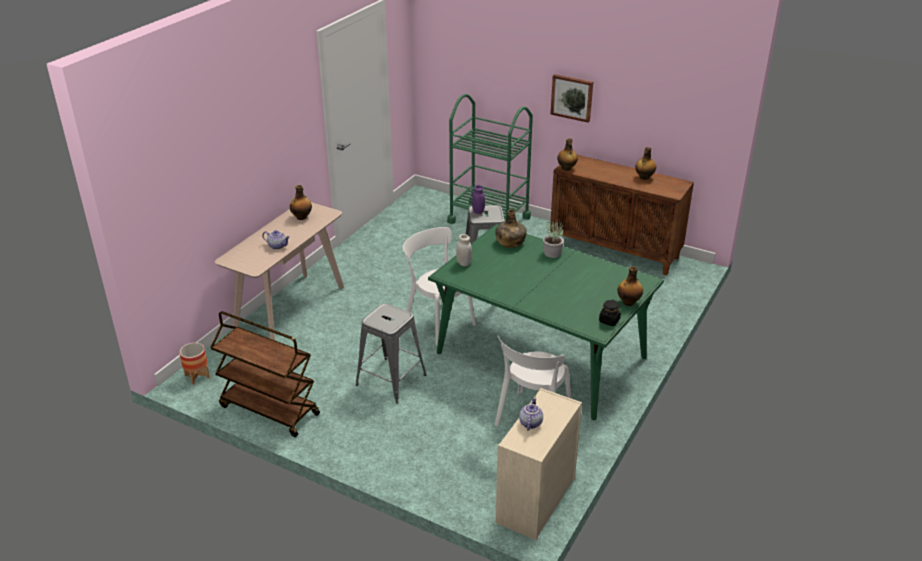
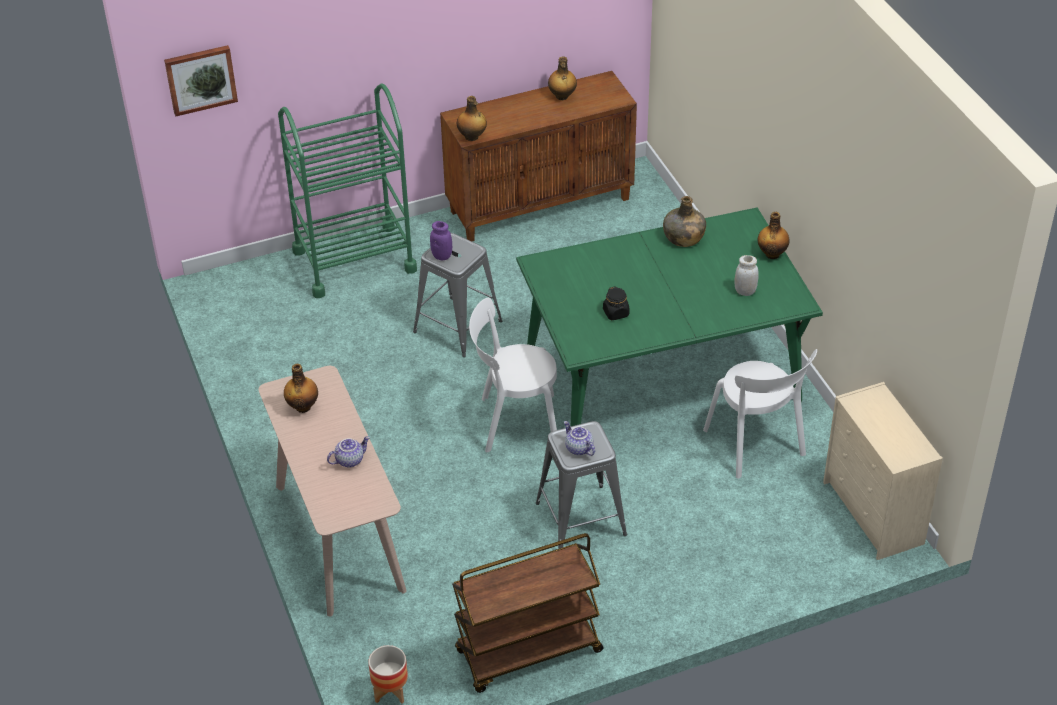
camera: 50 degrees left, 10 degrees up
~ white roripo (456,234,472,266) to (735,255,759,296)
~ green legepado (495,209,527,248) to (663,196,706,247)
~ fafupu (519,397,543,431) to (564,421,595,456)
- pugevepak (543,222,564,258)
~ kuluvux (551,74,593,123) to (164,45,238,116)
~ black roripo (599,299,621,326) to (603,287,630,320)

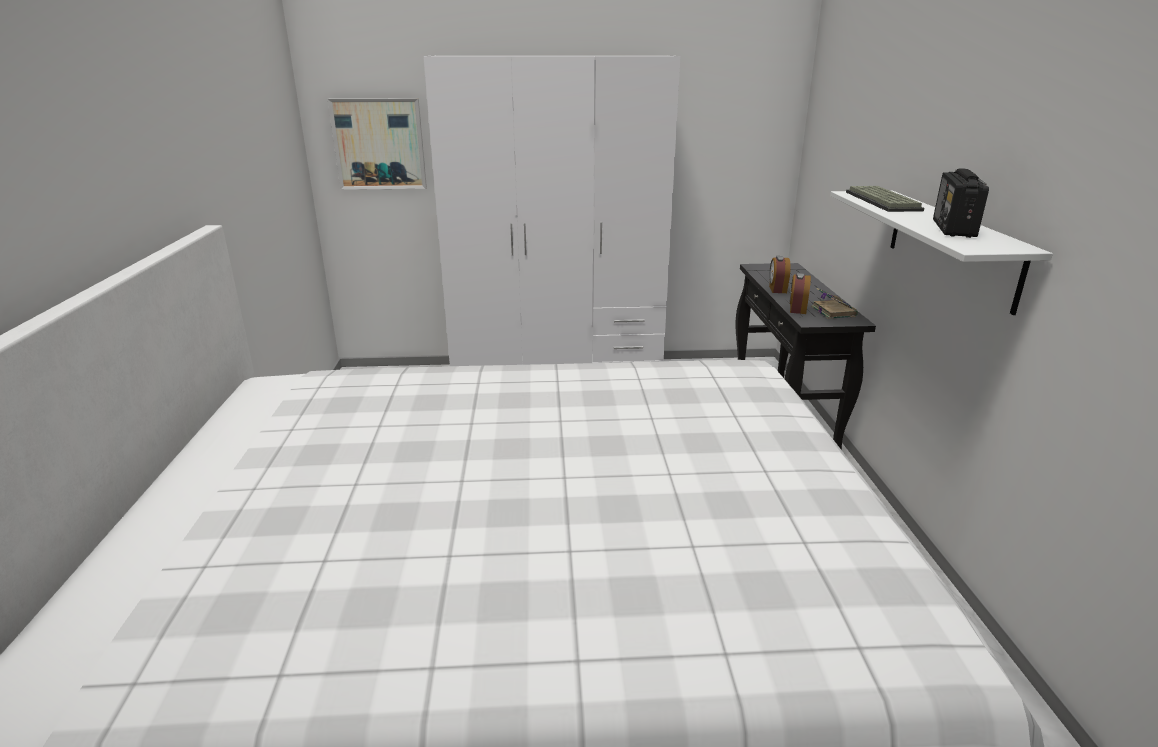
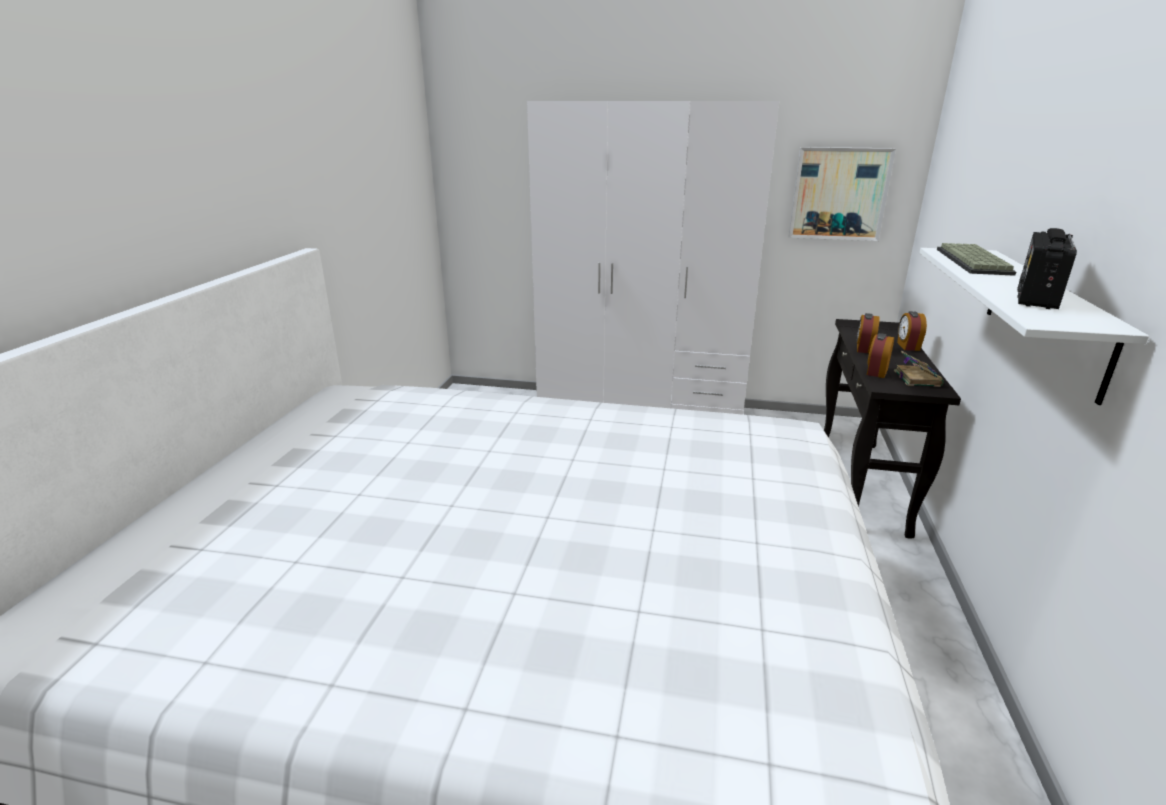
camera: 15 degrees right, 0 degrees up
~ kuluvux (328,98,427,190) to (788,147,896,241)
+ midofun (897,311,927,351)

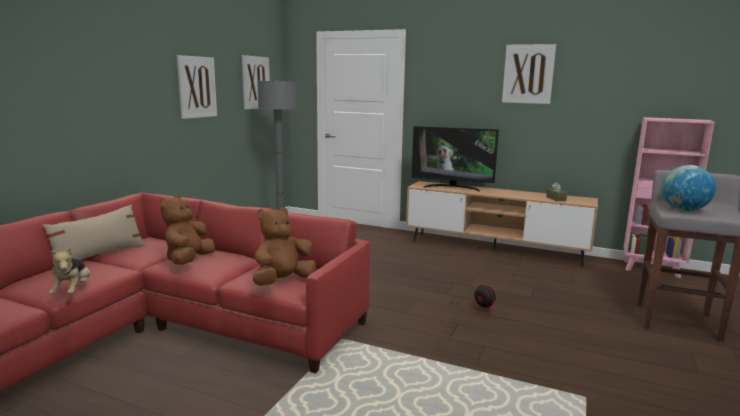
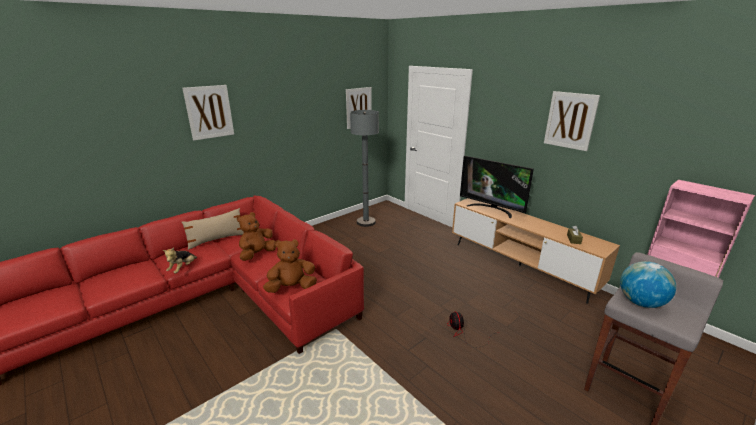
camera: 25 degrees right, 10 degrees up
~ kuluvux (177,55,217,119) to (182,85,234,141)

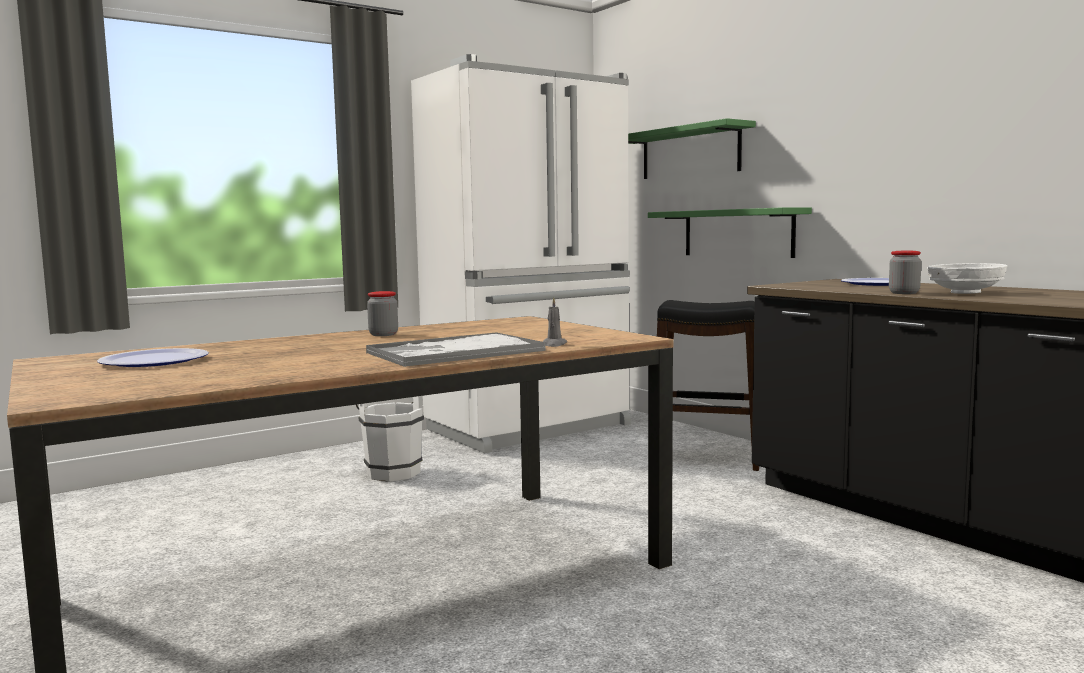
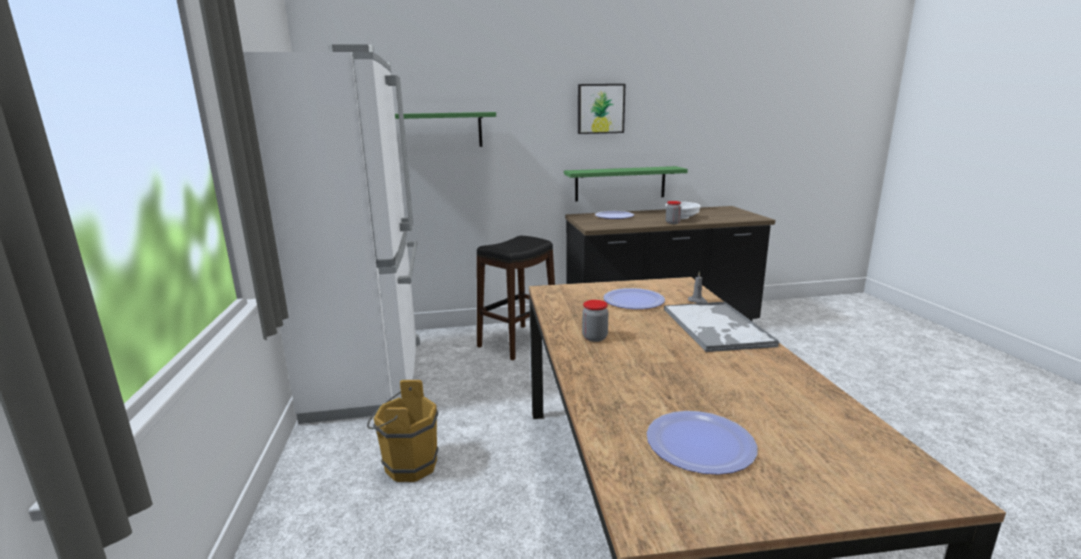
camera: 65 degrees left, 10 degrees up
~ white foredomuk (356,396,424,481) to brown foredomuk (367,380,438,482)
~ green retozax (648,207,812,258) to (564,166,688,201)
+ kuluvux (578,84,625,134)
+ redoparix (603,288,665,309)

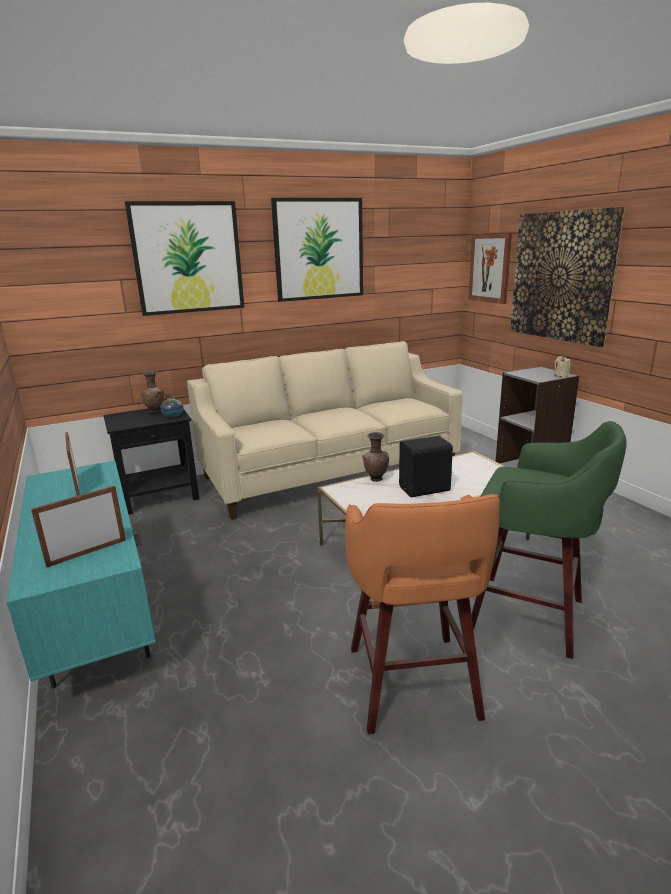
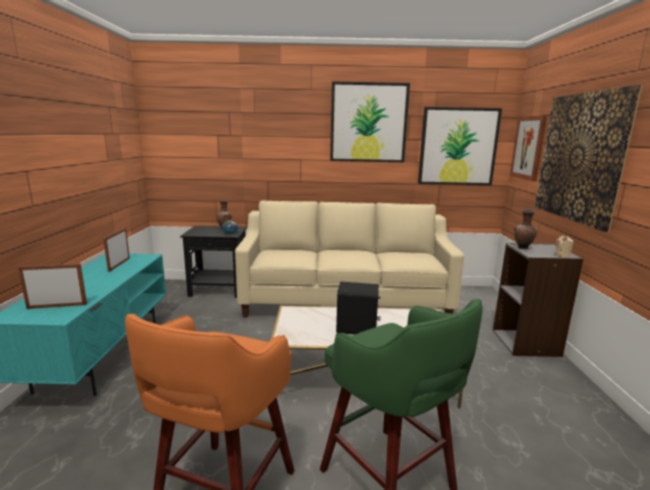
camera: 25 degrees right, 5 degrees down
~ kuluvux (125,201,244,316) to (418,107,502,185)
~ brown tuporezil (362,432,389,482) to (514,210,537,249)

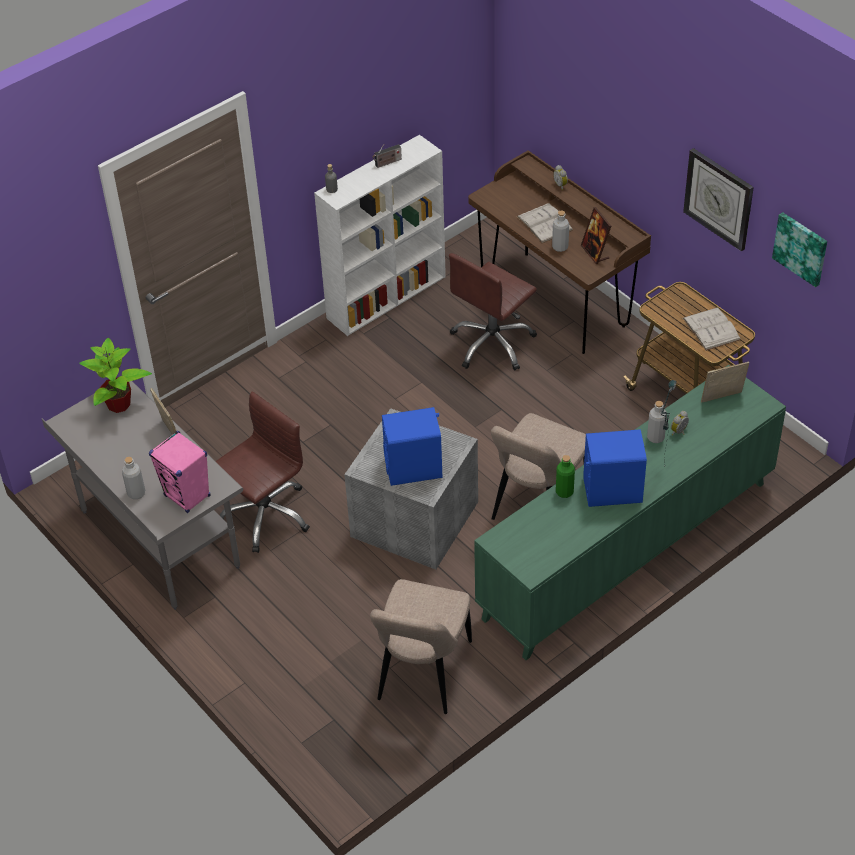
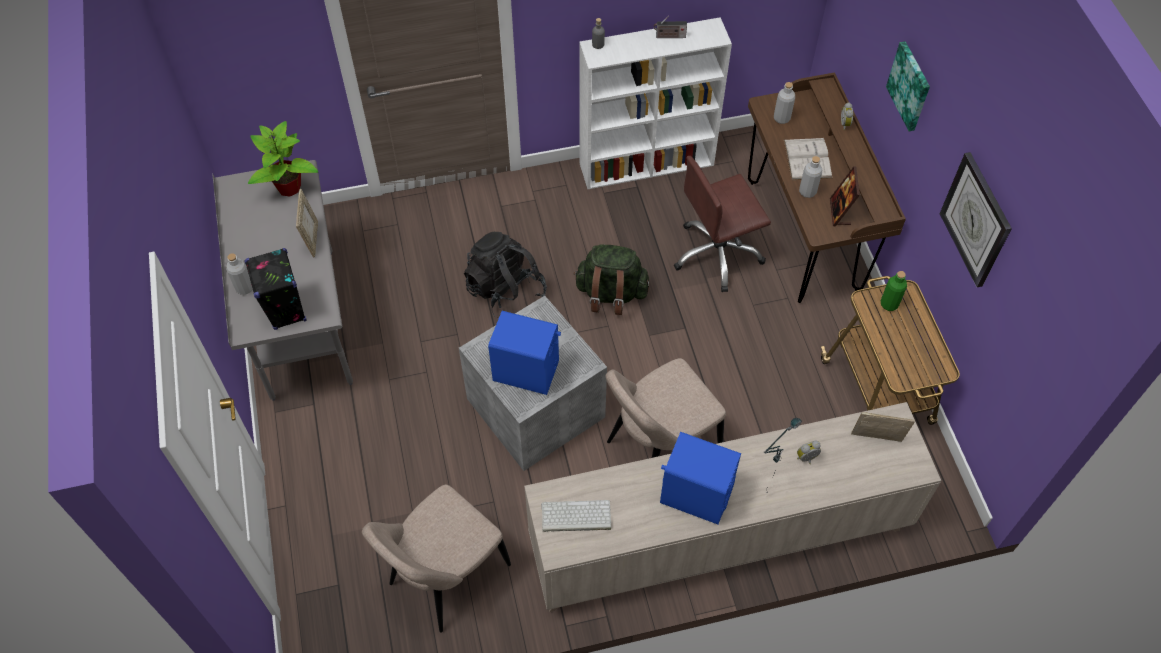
camera: 25 degrees right, 10 degrees up
~ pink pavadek (149,431,210,513) to black pavadek (244,248,307,330)
- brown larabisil (215,392,310,553)
~ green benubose (474,365,786,660) to beige benubose (524,402,941,612)
~ green legepado (556,455,575,498) to (881,271,907,311)
~ grey legepado (647,401,667,443) to (774,82,795,124)
- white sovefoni (683,307,741,351)
~ kuluvux (772,212,827,287) to (886,41,930,131)
+ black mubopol (464,232,547,319)
+ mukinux (542,500,611,532)
+ green mubopol (574,245,650,315)

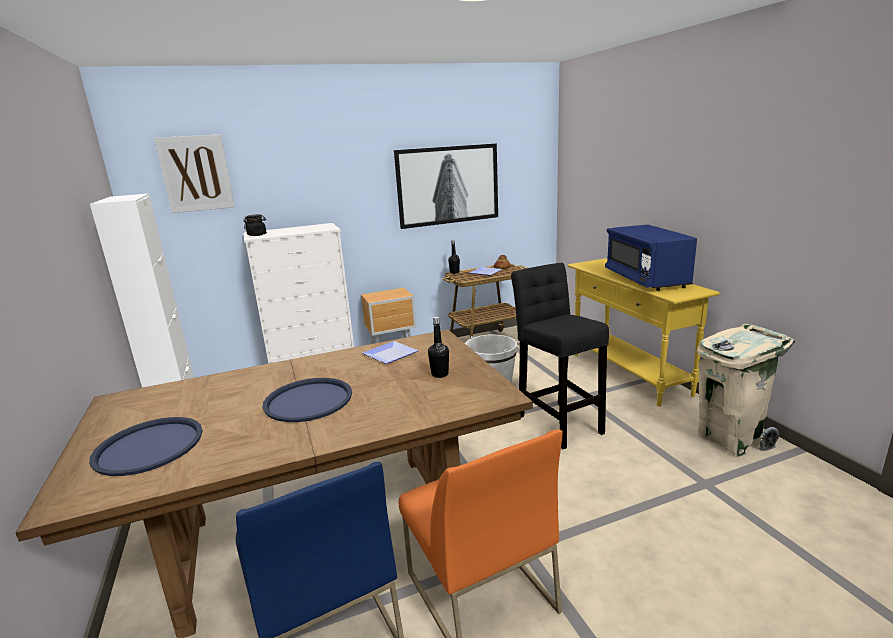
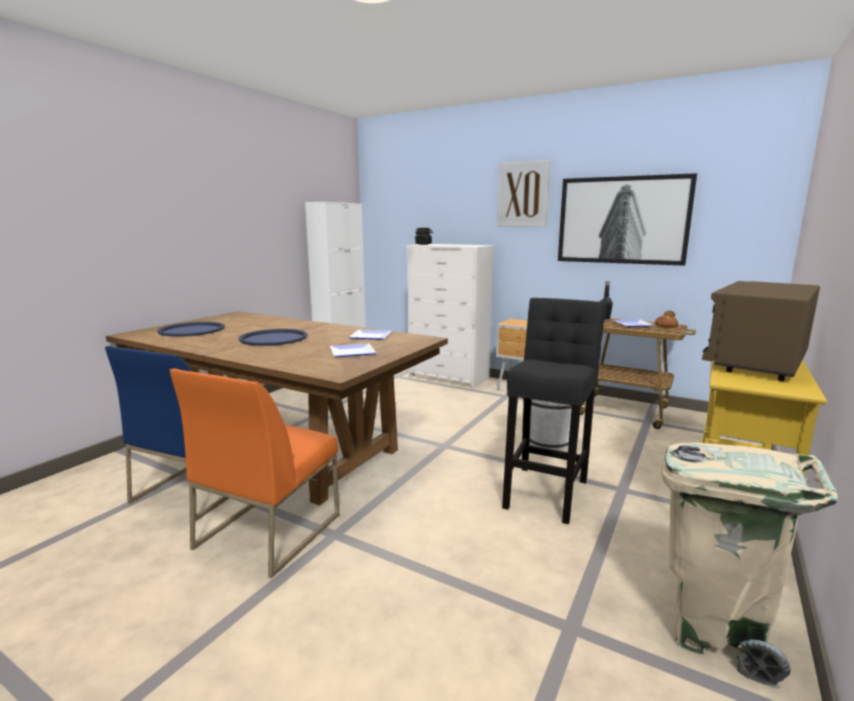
camera: 50 degrees right, 5 degrees down
~ kuluvux (154,134,235,213) to (497,160,551,227)
~ black legepado (428,317,449,378) to redoparix (330,343,376,357)
~ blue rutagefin (605,225,697,291) to brown rutagefin (702,281,820,381)

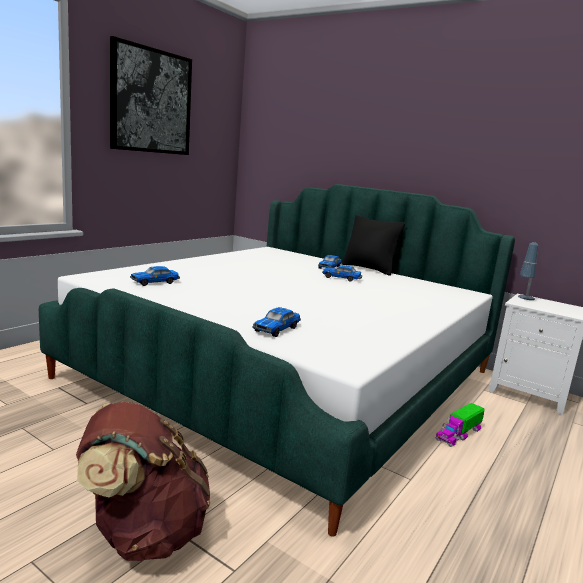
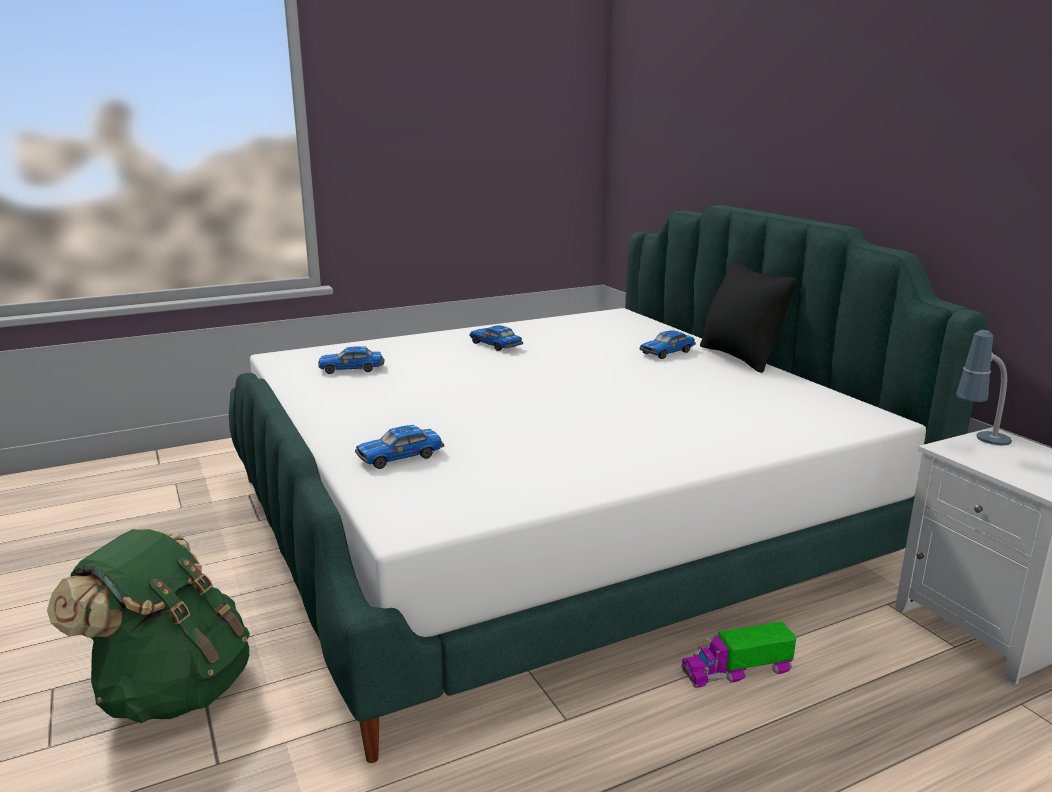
camera: 30 degrees right, 5 degrees up
~ brown mubopol (76,402,210,561) to green mubopol (47,528,250,723)
- kuluvux (110,36,192,155)
~ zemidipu (322,265,362,282) to (469,325,523,351)

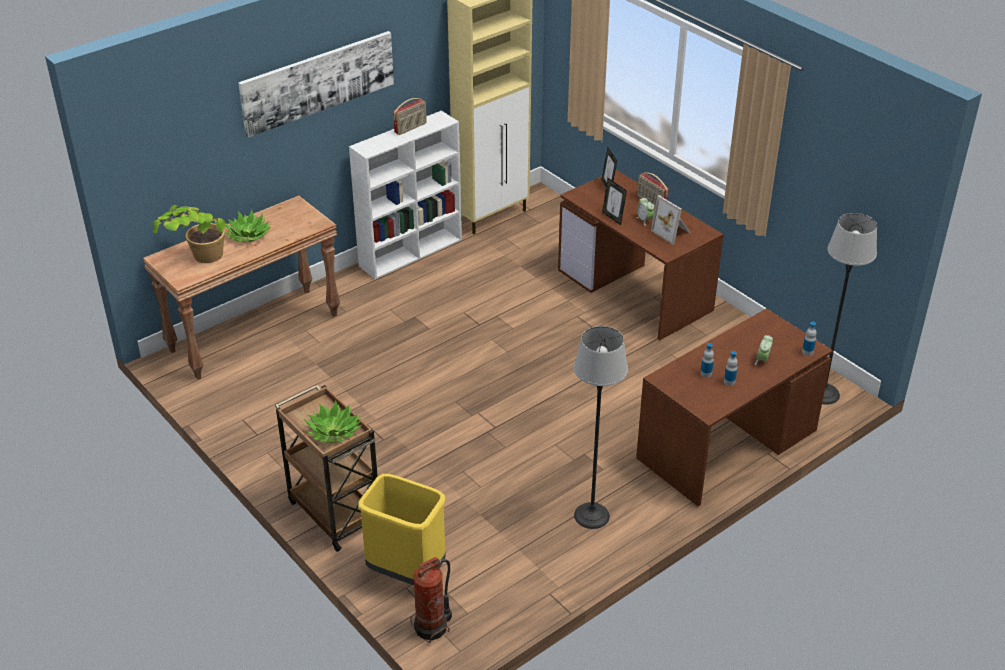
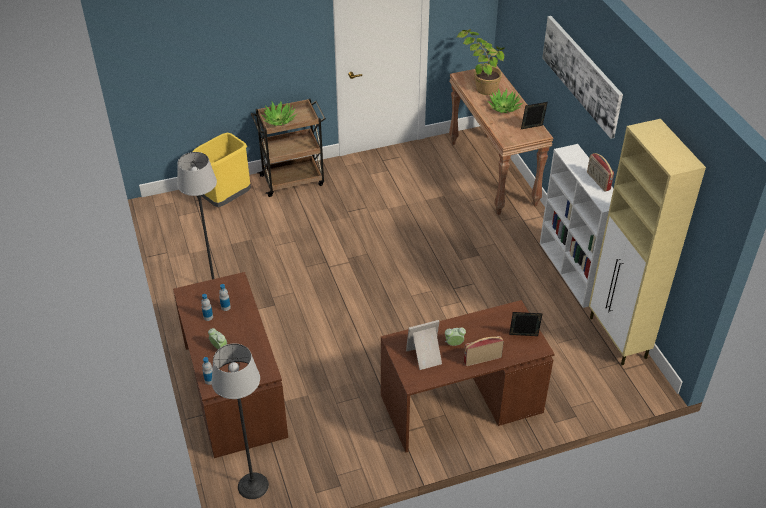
camera: 110 degrees right, 5 degrees up
- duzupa (410,557,452,644)
~ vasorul (602,178,627,225) to (521,102,548,129)

